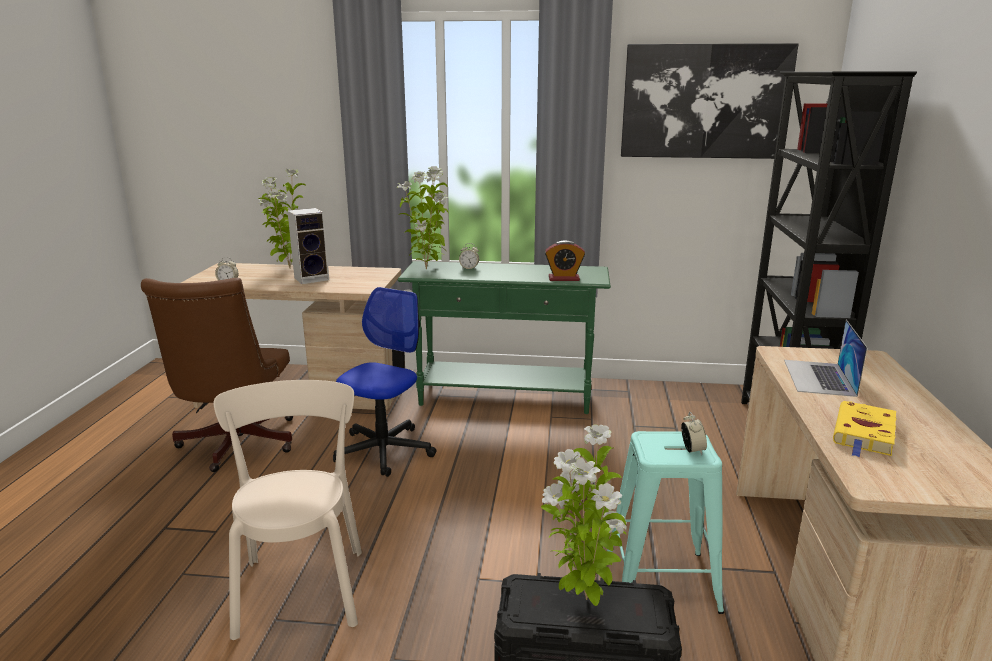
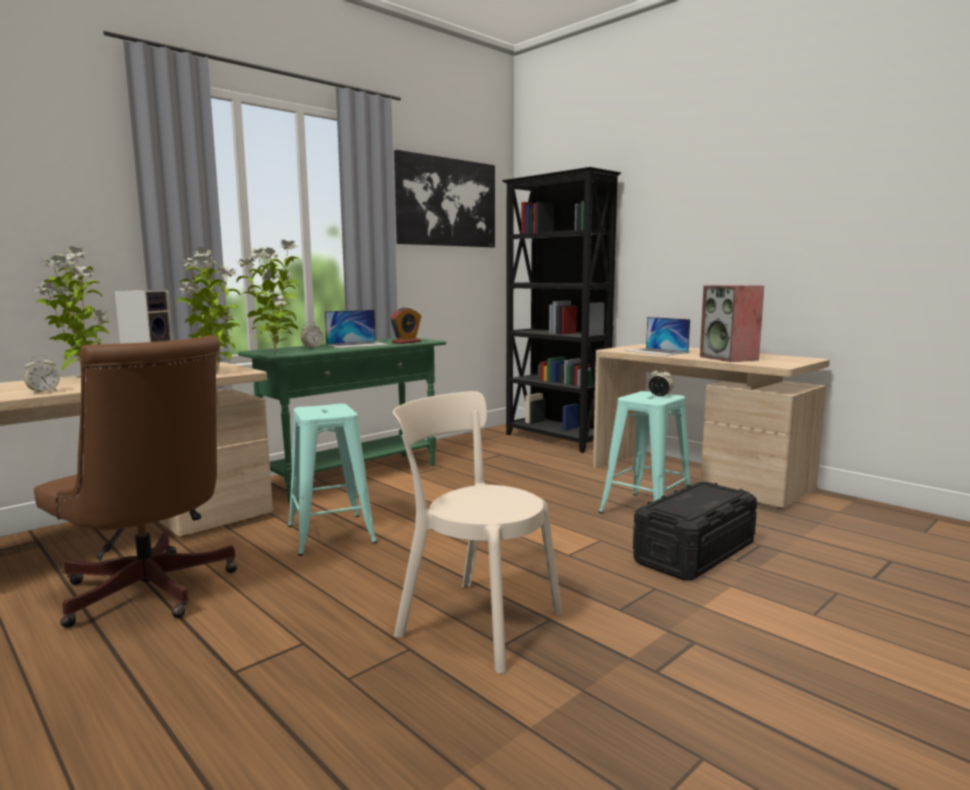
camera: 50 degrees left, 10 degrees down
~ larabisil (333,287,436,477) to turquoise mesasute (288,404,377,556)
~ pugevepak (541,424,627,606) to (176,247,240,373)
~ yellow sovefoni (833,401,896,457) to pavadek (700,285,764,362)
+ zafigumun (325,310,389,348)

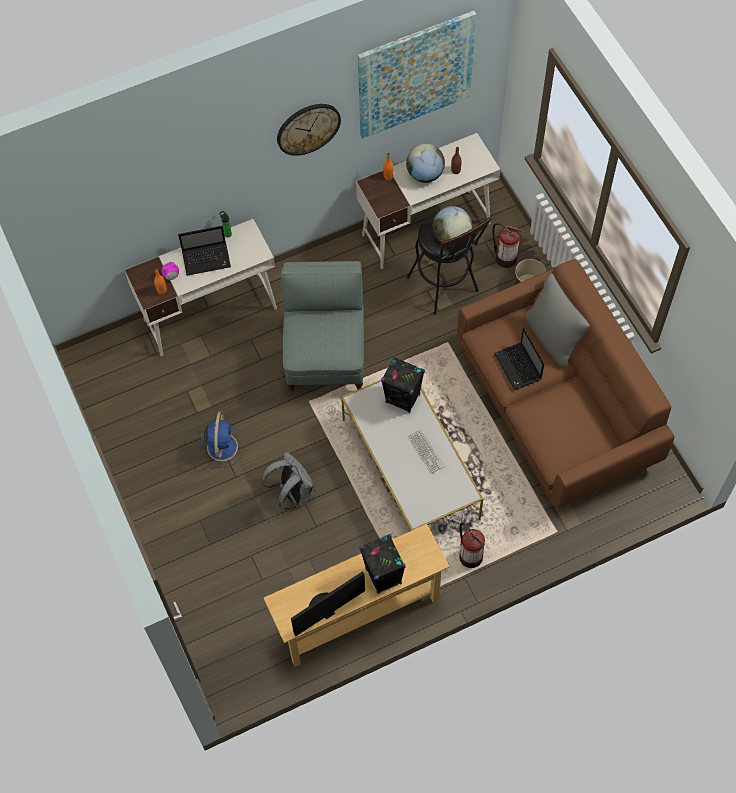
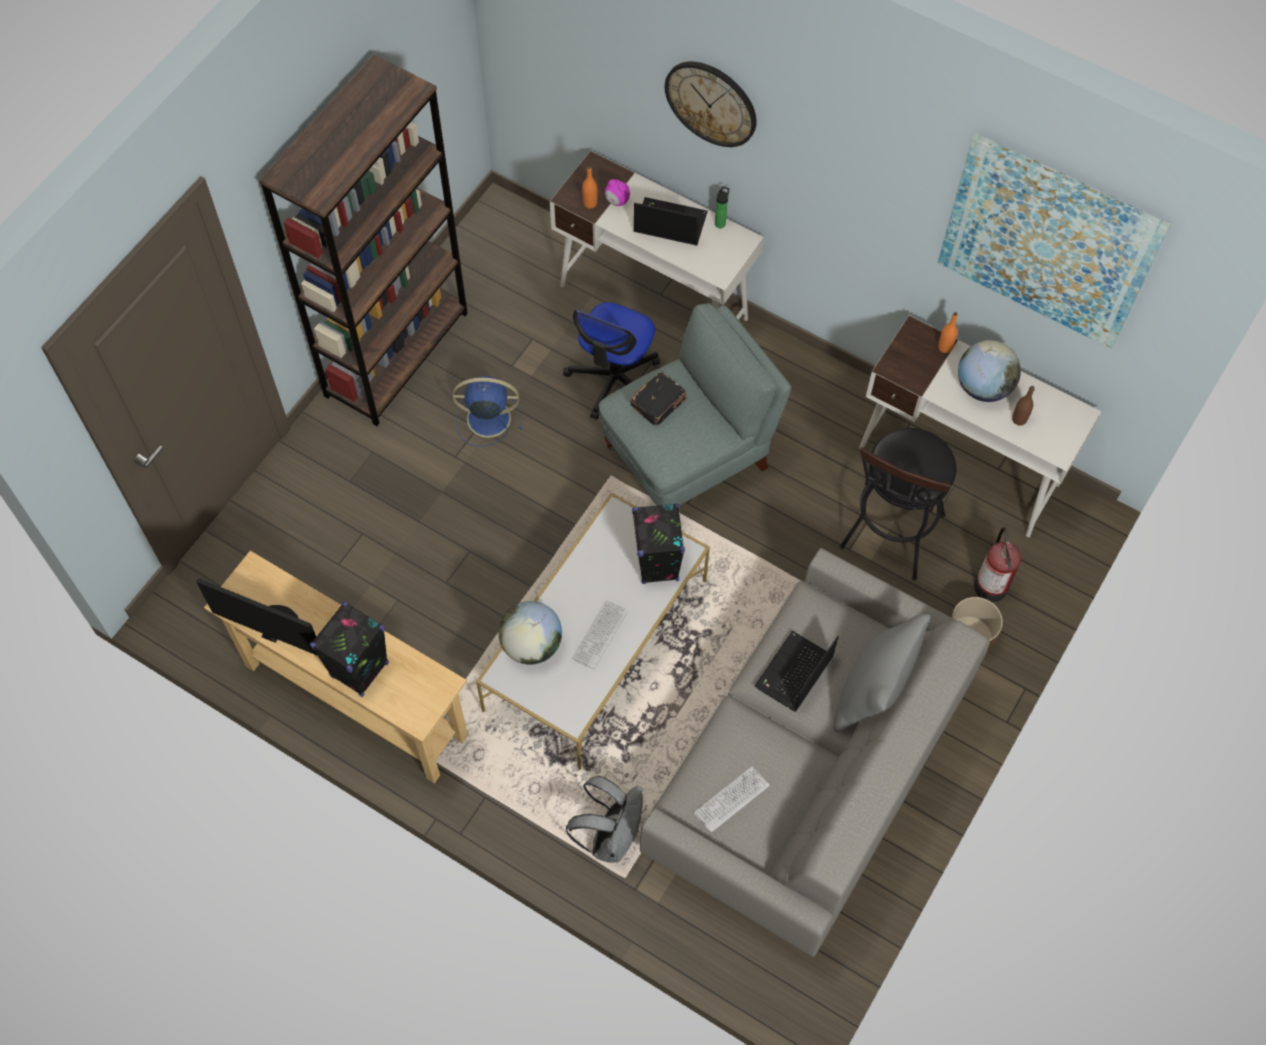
camera: 55 degrees right, 0 degrees up
~ zafigumun (178,226,231,276) = (634,197,708,245) 150 degrees clockwise
~ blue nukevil (200,412,245,468) = (453,376,522,447) 150 degrees counterclockwise
~ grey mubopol (262,451,315,509) to (566,776,643,863)
~ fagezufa (277,104,341,156) to (665,61,757,147)
~ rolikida (433,206,472,246) to (499,601,562,665)
~ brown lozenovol (457,259,674,509) to grey lozenovol (640,548,990,957)
- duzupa (459,522,485,568)
+ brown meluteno (259,54,468,426)
+ larabisil (563,302,660,420)
+ black sovefoni (630,372,687,425)
+ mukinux (694,766,770,833)

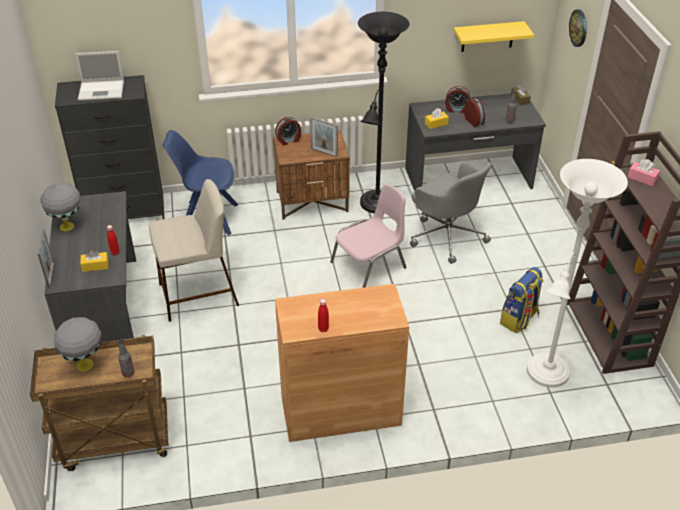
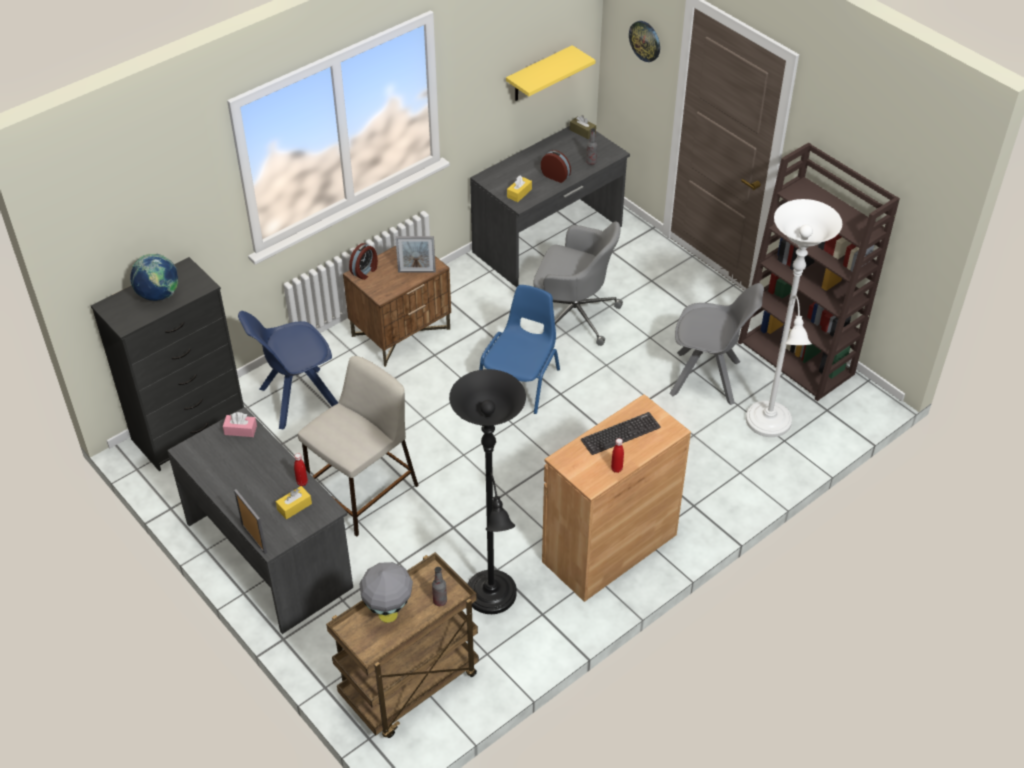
camera: 30 degrees left, 5 degrees up
- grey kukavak (40,183,80,232)
~ zafigumun (75,51,124,101) to rolikida (130,254,178,301)
~ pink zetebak (330,184,406,288) to blue zetebak (479,285,560,414)
~ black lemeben (358,12,409,213) to (449,369,526,614)
- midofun (445,86,471,113)
~ mubopol (500,267,544,333) to grey zetebak (669,283,764,405)
~ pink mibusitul (628,159,660,186) to (223,412,257,437)
+ mukinux (581,412,661,455)

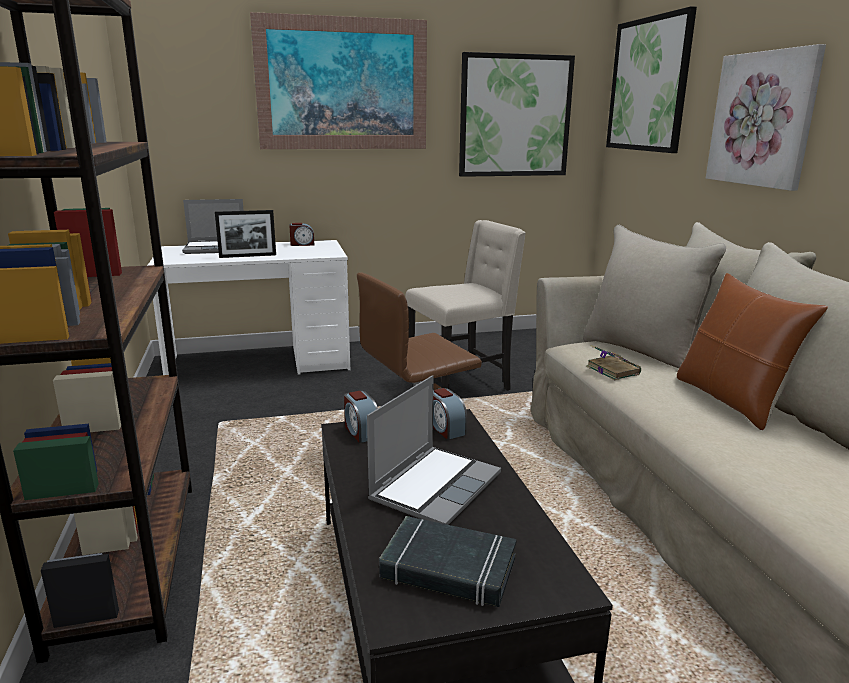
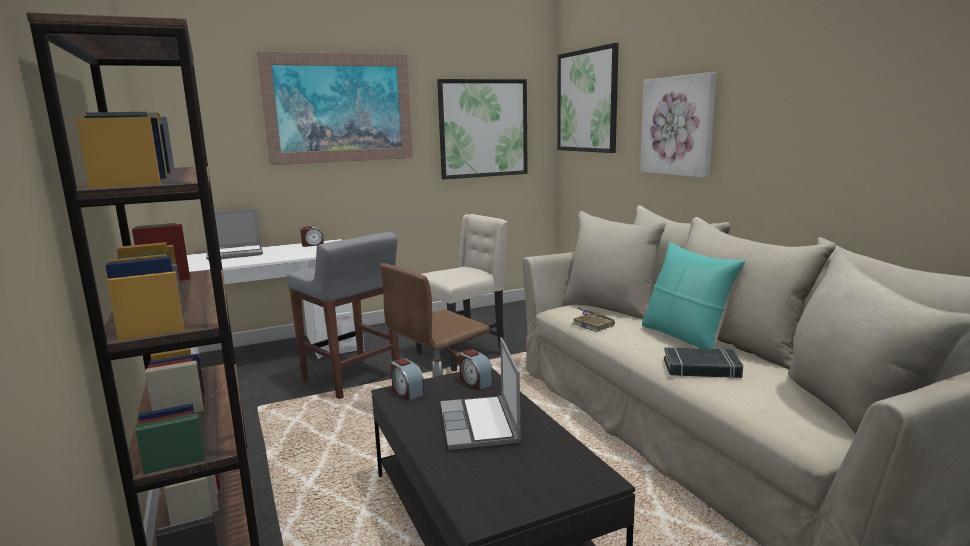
camera: 10 degrees left, 5 degrees down
- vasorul (215,210,276,258)
~ zafigumun (367,375,501,525) = (440,337,521,450) 150 degrees clockwise
~ black sovefoni (379,516,517,607) to (664,347,743,379)
~ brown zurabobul (677,273,828,430) to turquoise zurabobul (642,242,745,349)
+ grey mesasute (287,232,400,399)

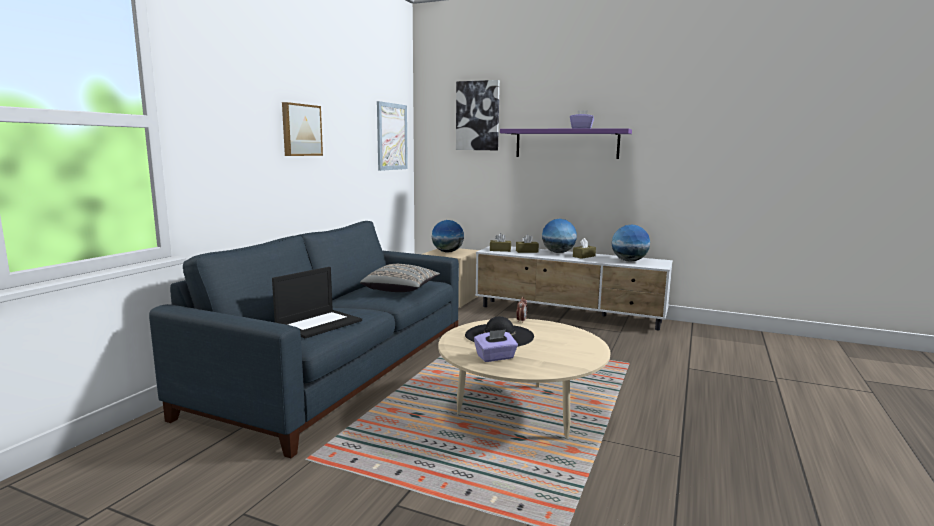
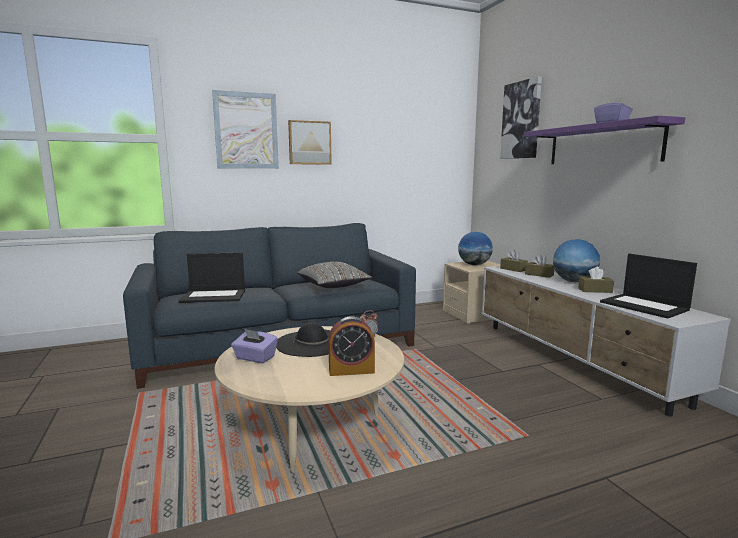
camera: 45 degrees right, 0 degrees up
~ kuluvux (377,101,408,171) to (212,90,279,169)
~ rolikida (612,225,650,262) to zafigumun (600,254,697,319)
+ midofun (328,316,375,376)

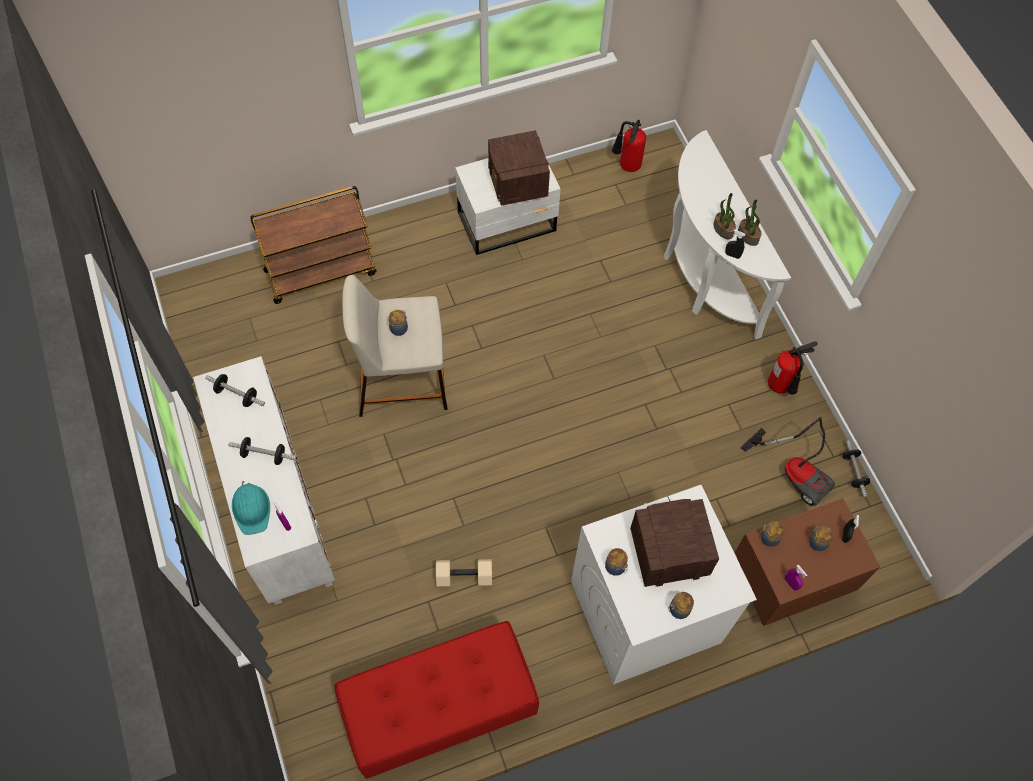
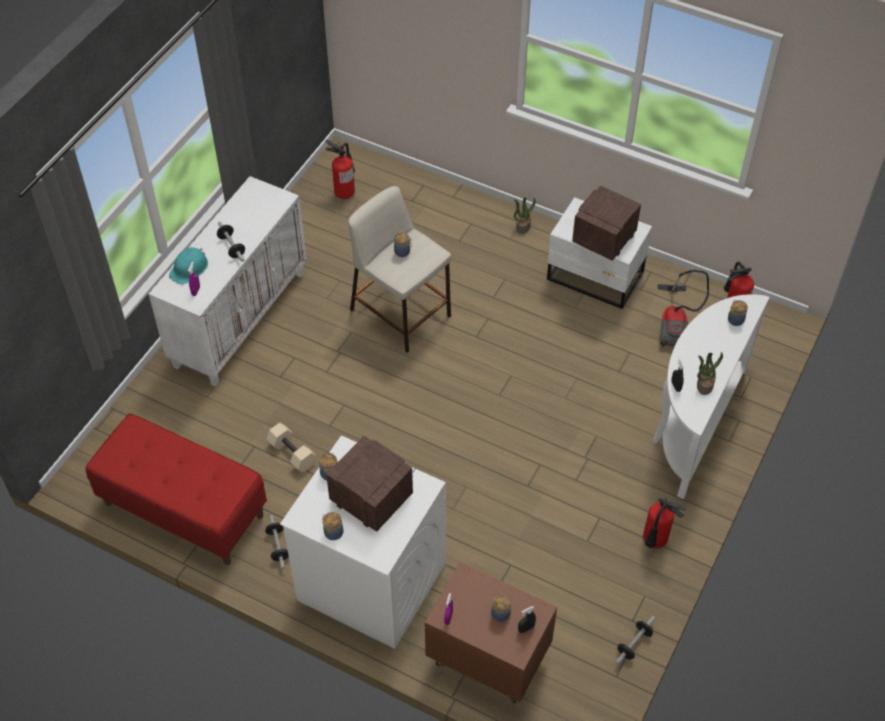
camera: 50 degrees right, 10 degrees down
~ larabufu (205,374,265,407) to (265,515,289,569)
- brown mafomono (250,186,376,304)
~ pugevepak (714,193,736,239) to (514,197,536,234)
~ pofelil (741,417,835,507) to (658,270,709,347)
~ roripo (760,521,785,547) to (728,300,748,326)
+ duzupa (325,140,355,199)

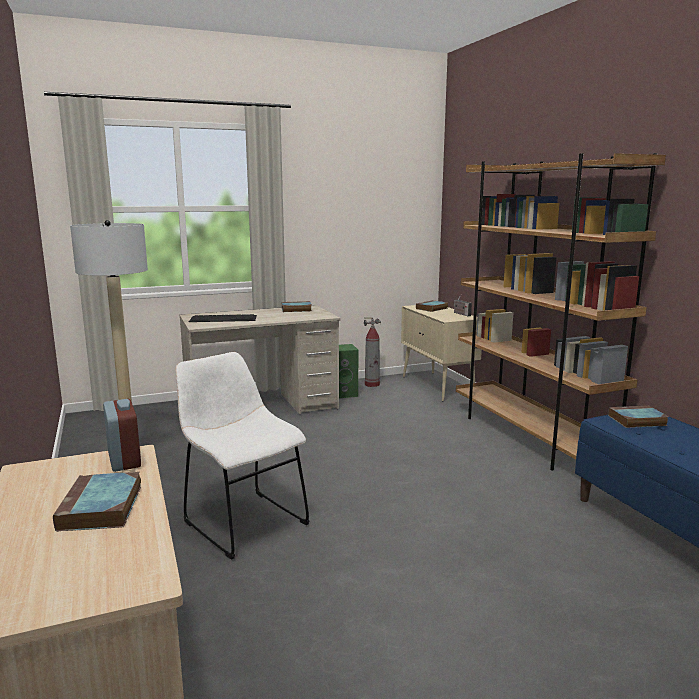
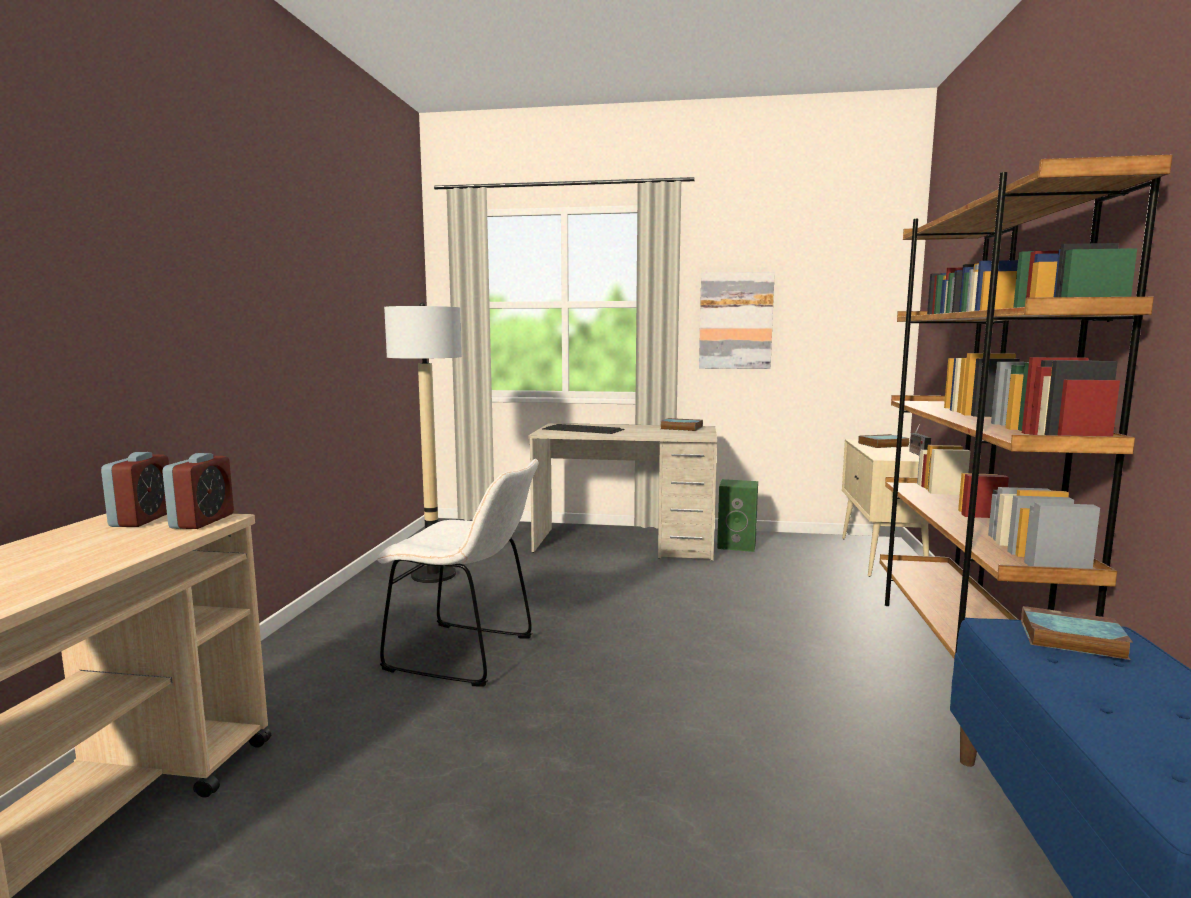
camera: 30 degrees right, 5 degrees down
- sovefoni (53,472,141,532)
~ white zetebak (175,352,310,560) = (377,459,539,687) 120 degrees clockwise
- duzupa (364,317,381,387)
+ midofun (101,452,169,527)
+ kuluvux (699,272,775,369)

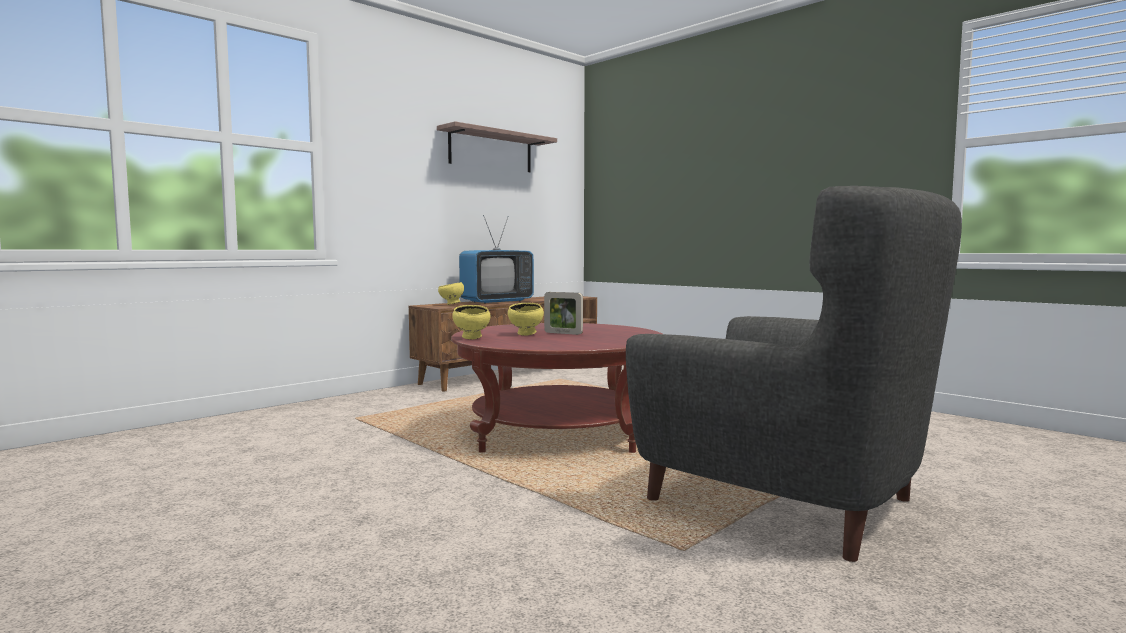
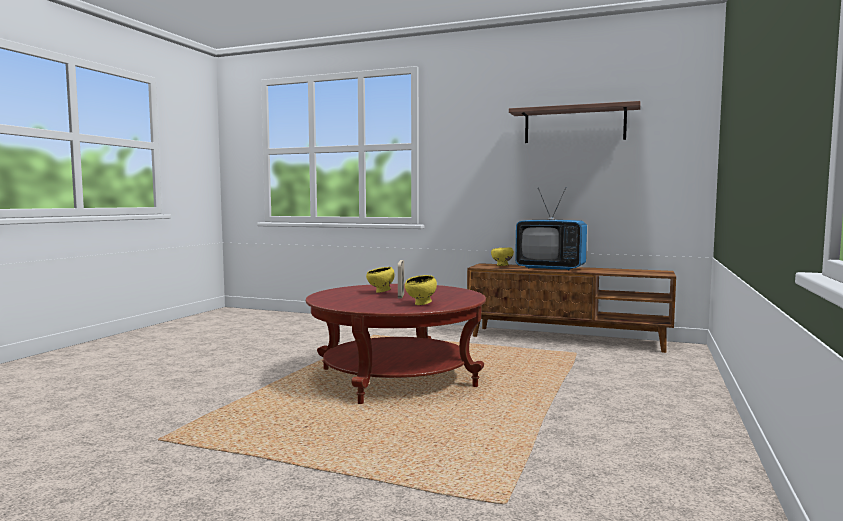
camera: 65 degrees right, 0 degrees up
~ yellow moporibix (452,305,491,339) to (405,275,437,305)
- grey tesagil (626,186,962,562)

